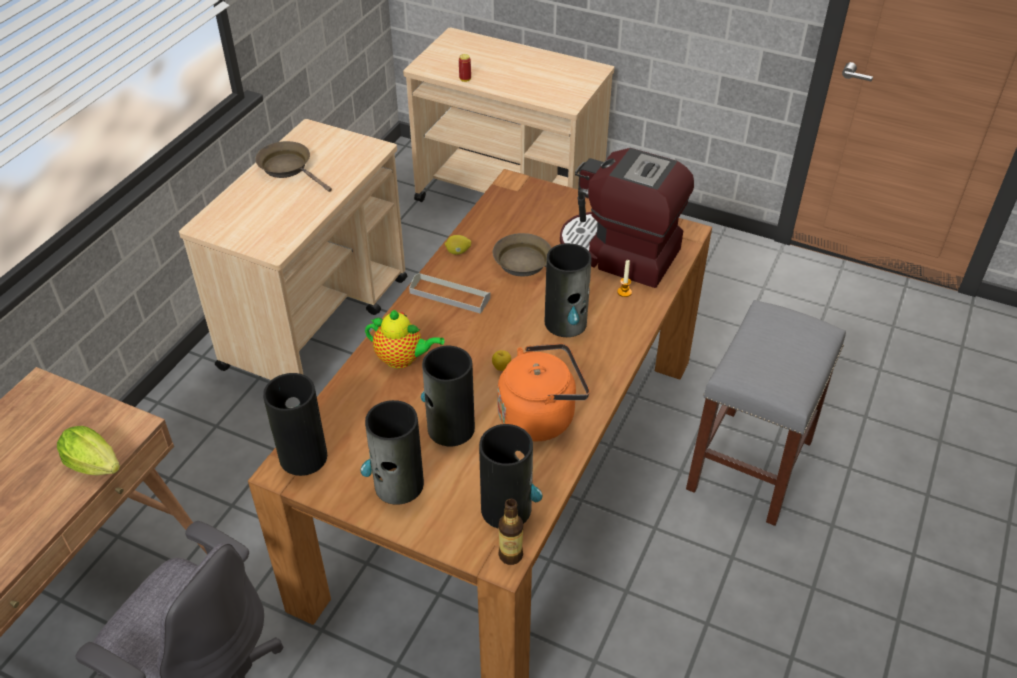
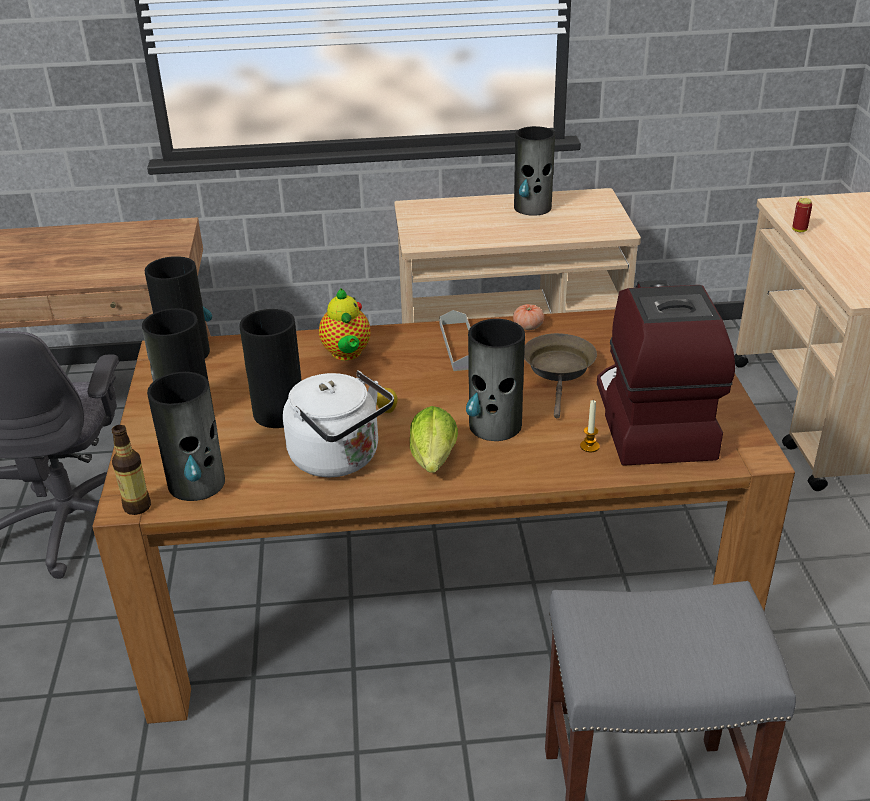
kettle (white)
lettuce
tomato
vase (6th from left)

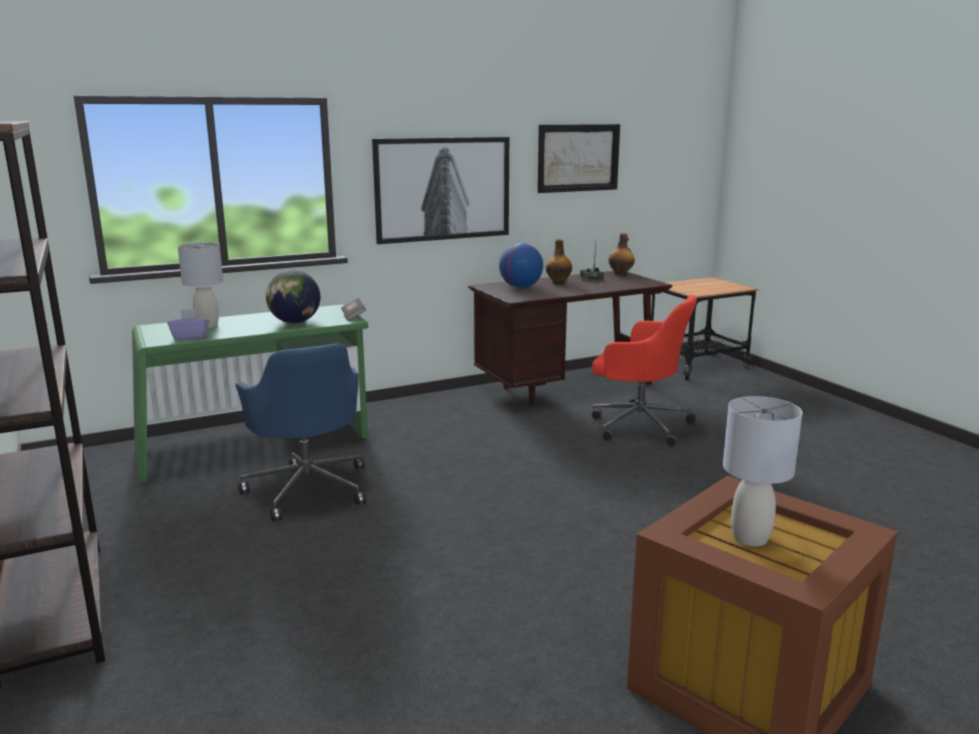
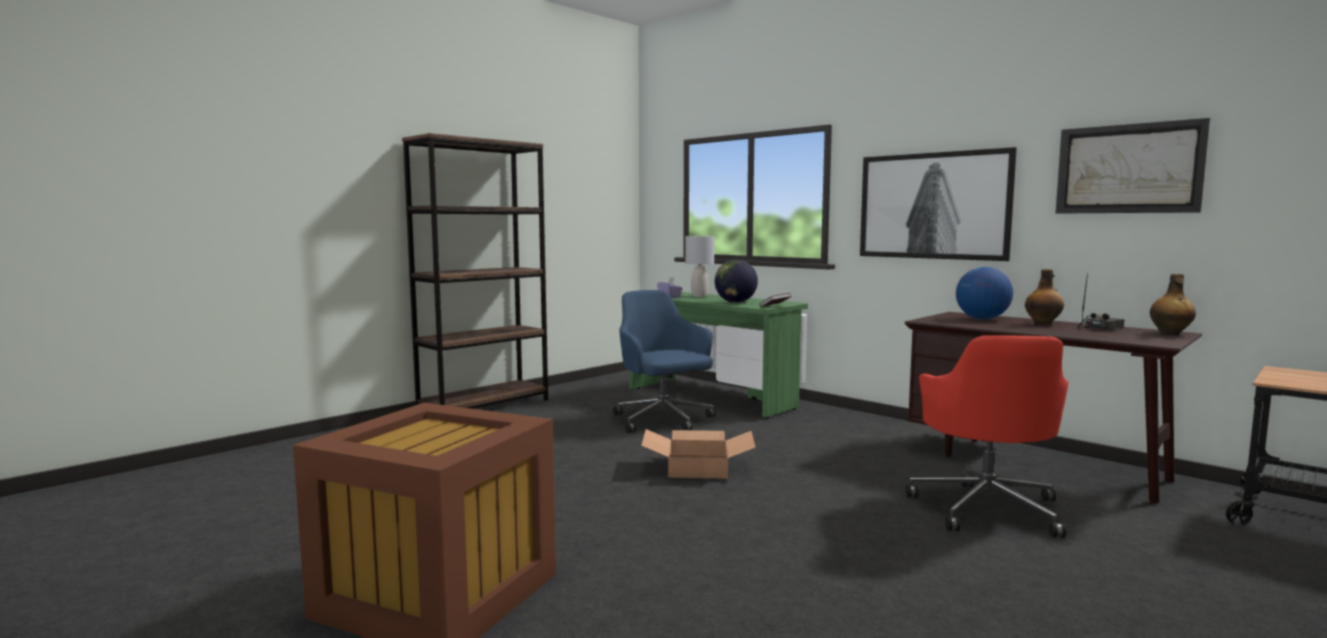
office chair (blue)
cardboard box
table lamp (grey) (2nd from left in the first image)

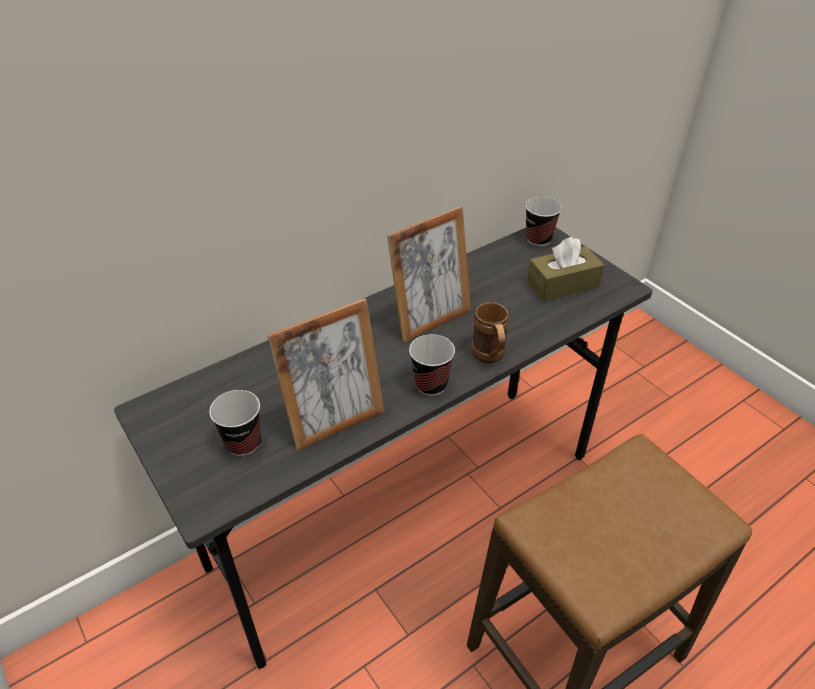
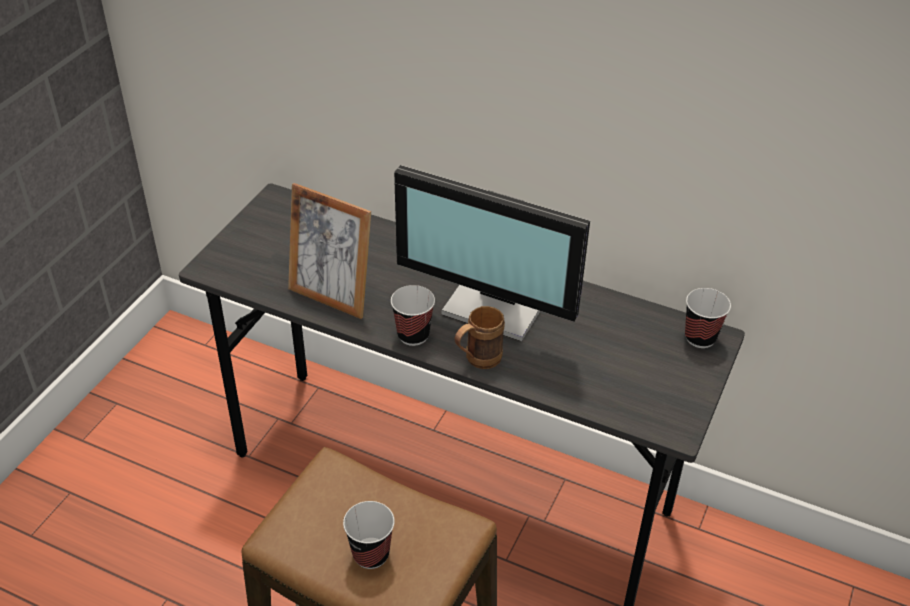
cup (1st from left)
monitor
tissue box (brown)

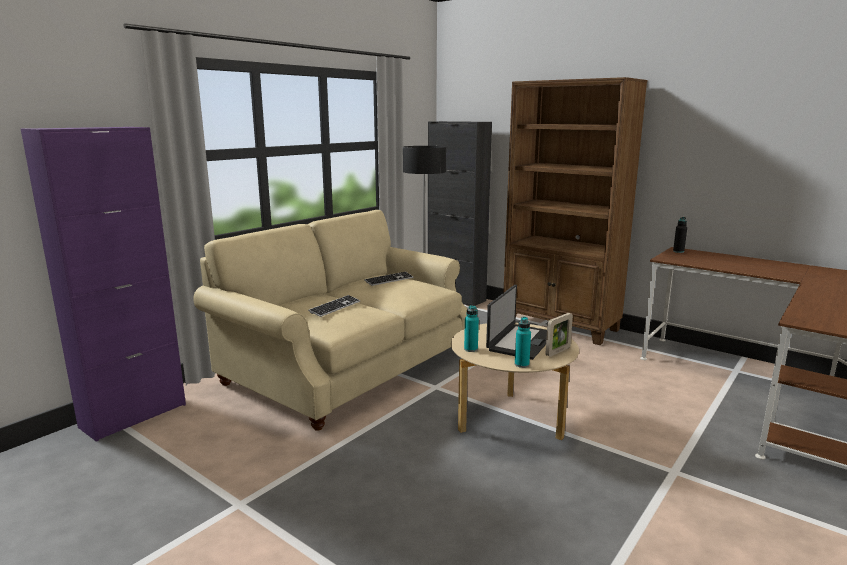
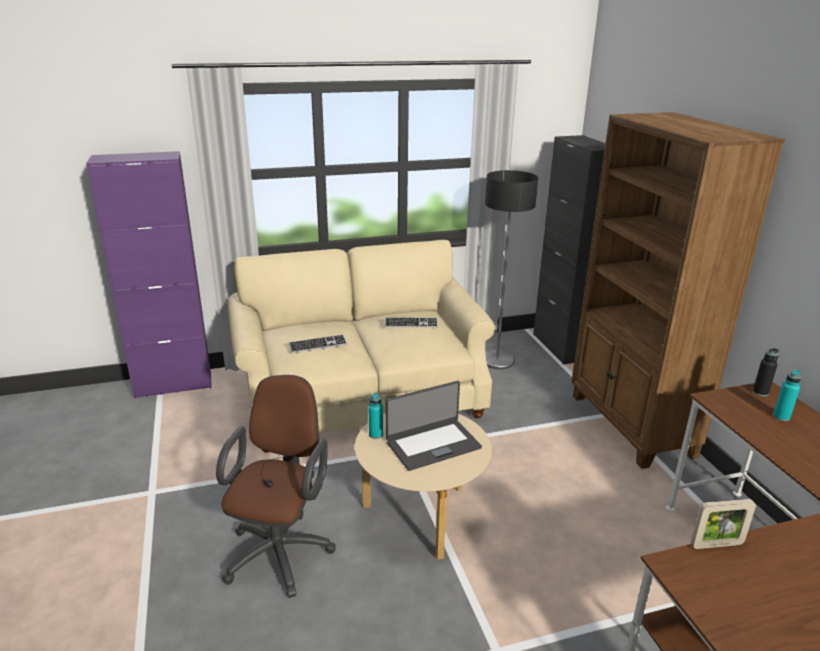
office chair (brown)
picture frame
bottle (turquoise) (2nd from left)

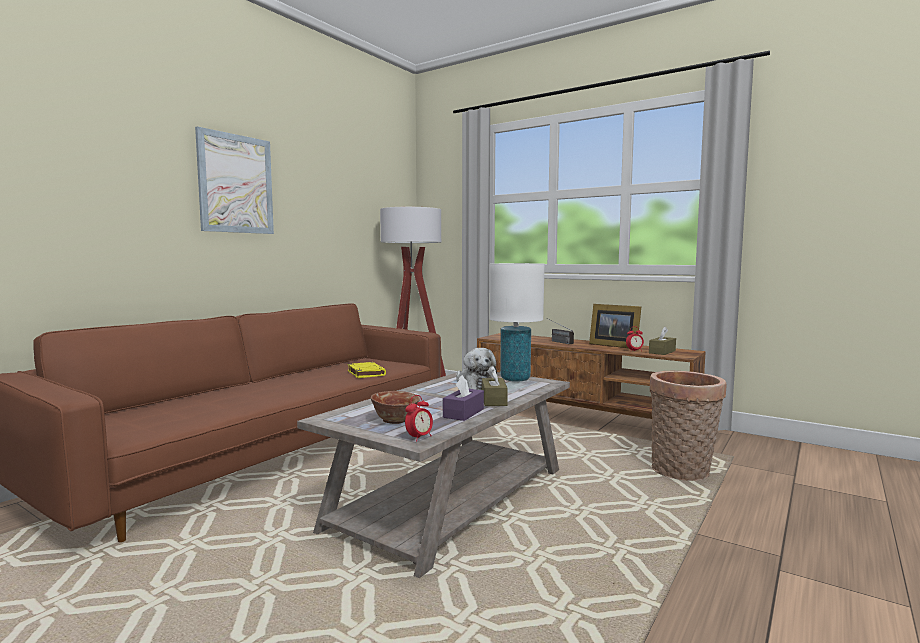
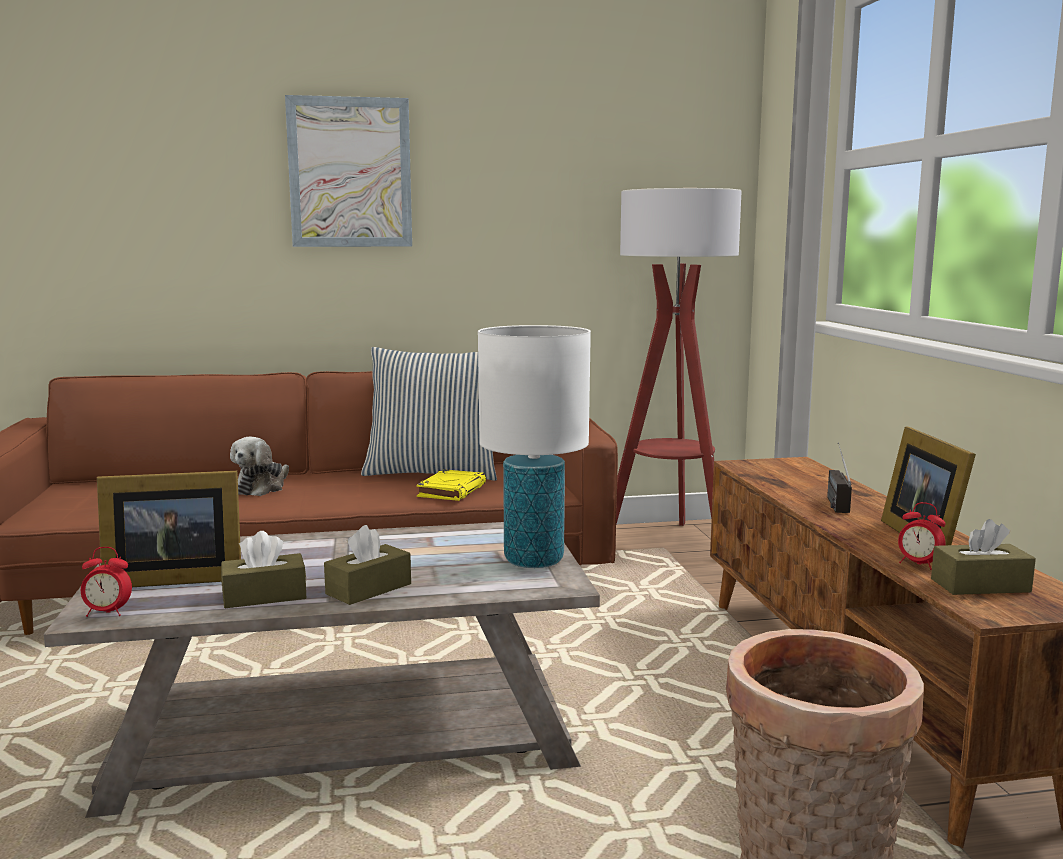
picture frame (1st from left)
tissue box (brown) (1st from left)
plush toy
pillow

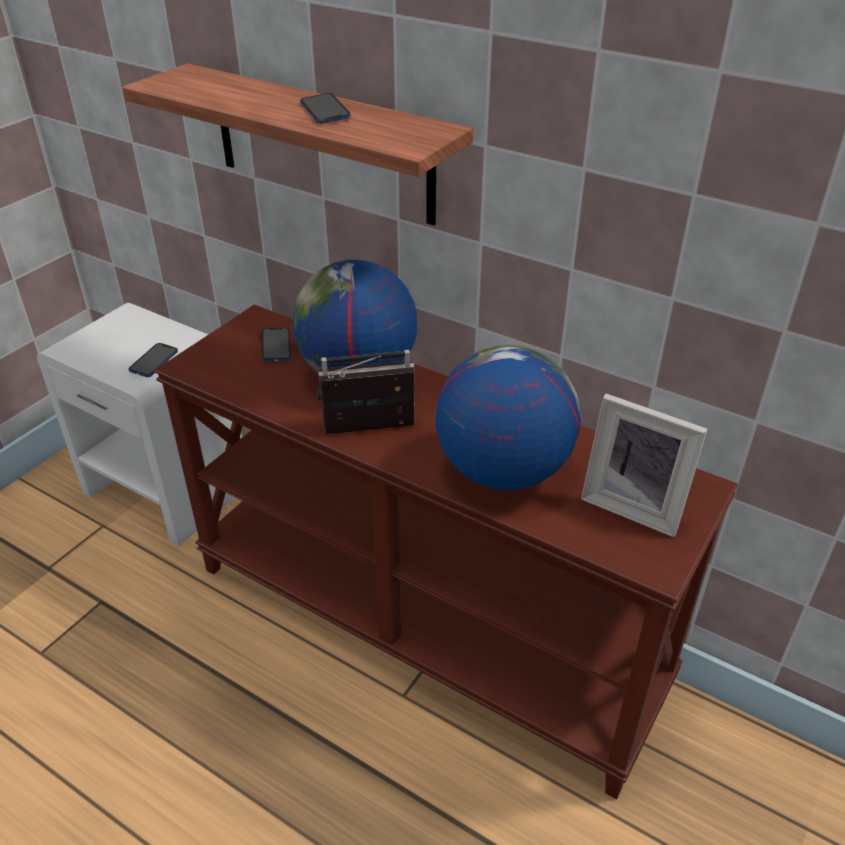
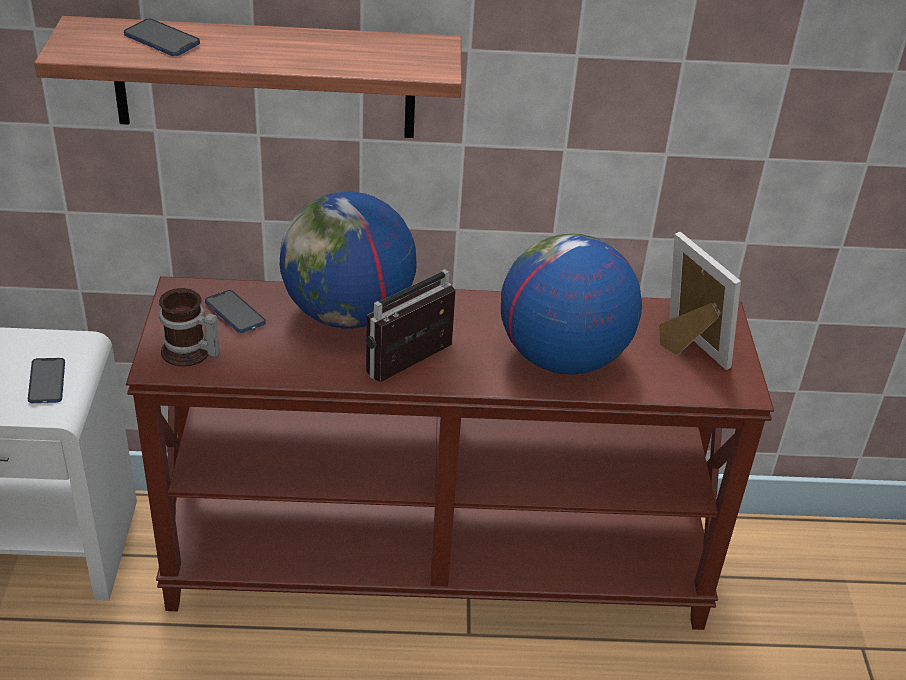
phone (2nd from left)
mug
picture frame

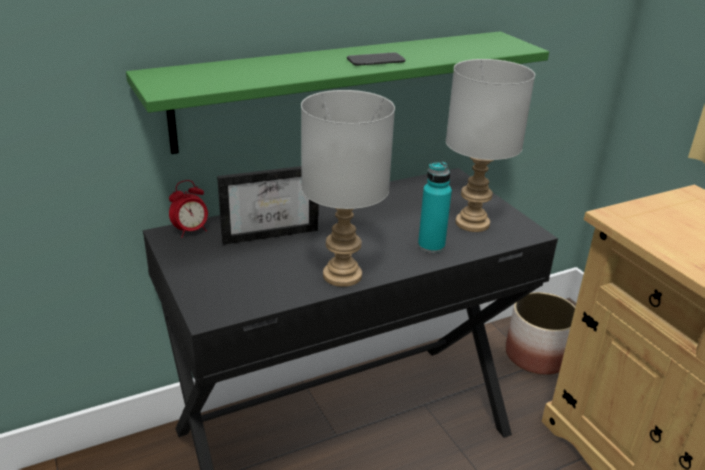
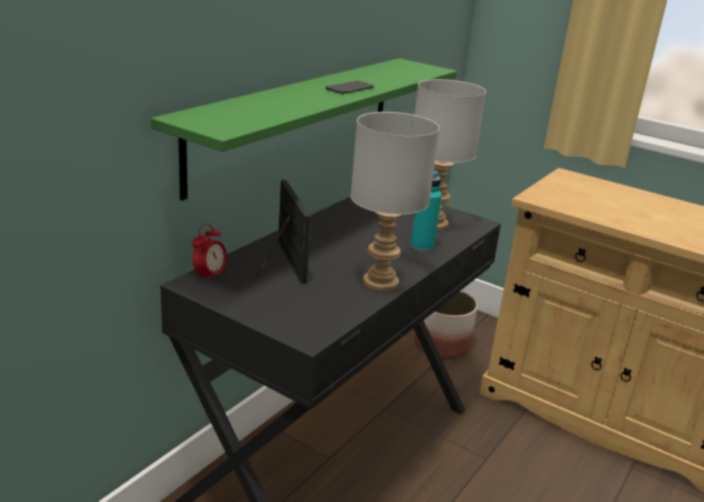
picture frame

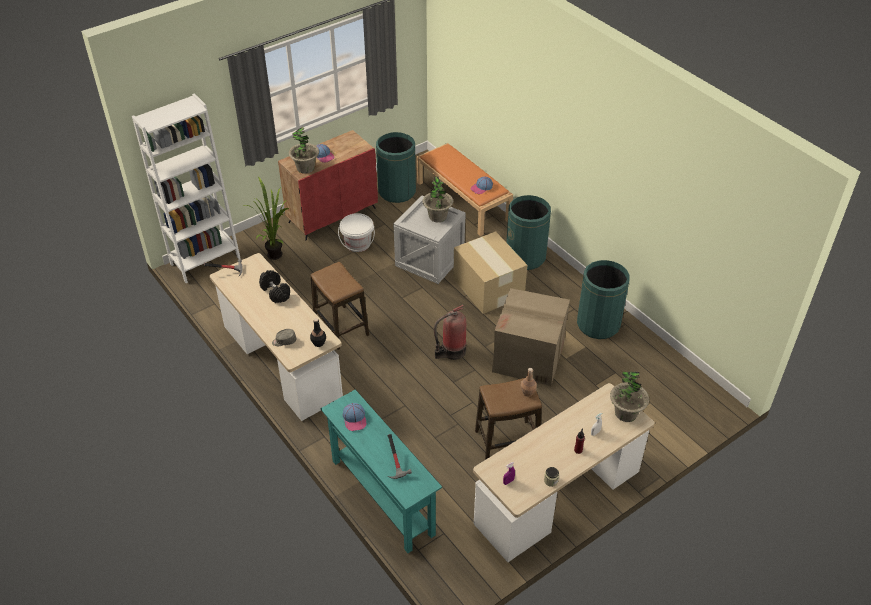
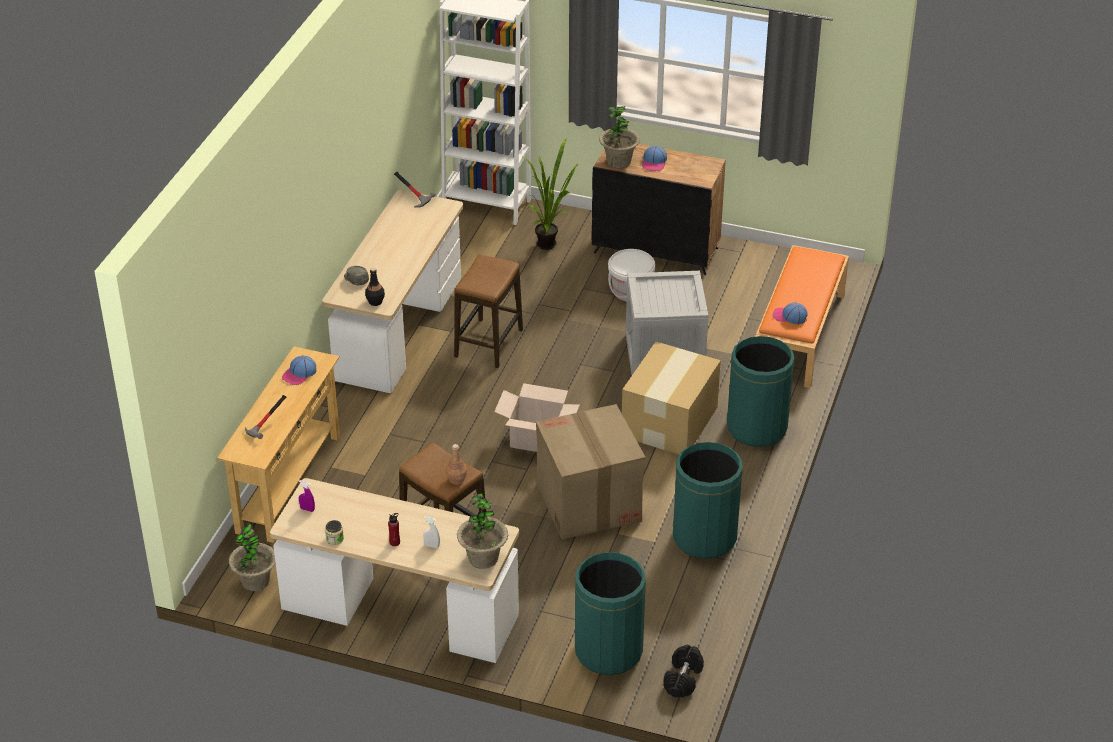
console table (beige)
potted plant (1st from left)
cardboard box (1st from left)
trash can (green) (1st from left)
cabinet (black)
dumbbell (black)

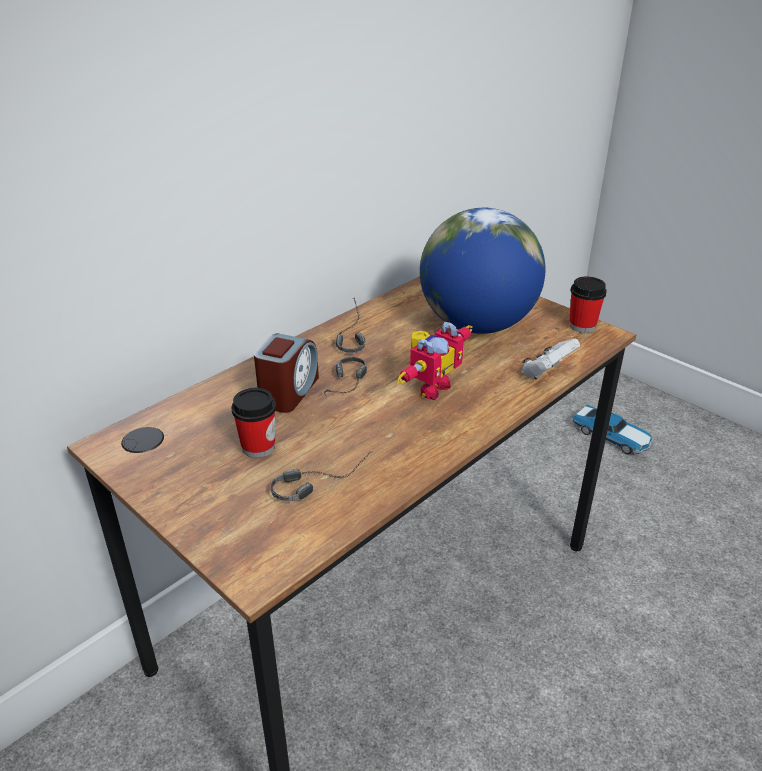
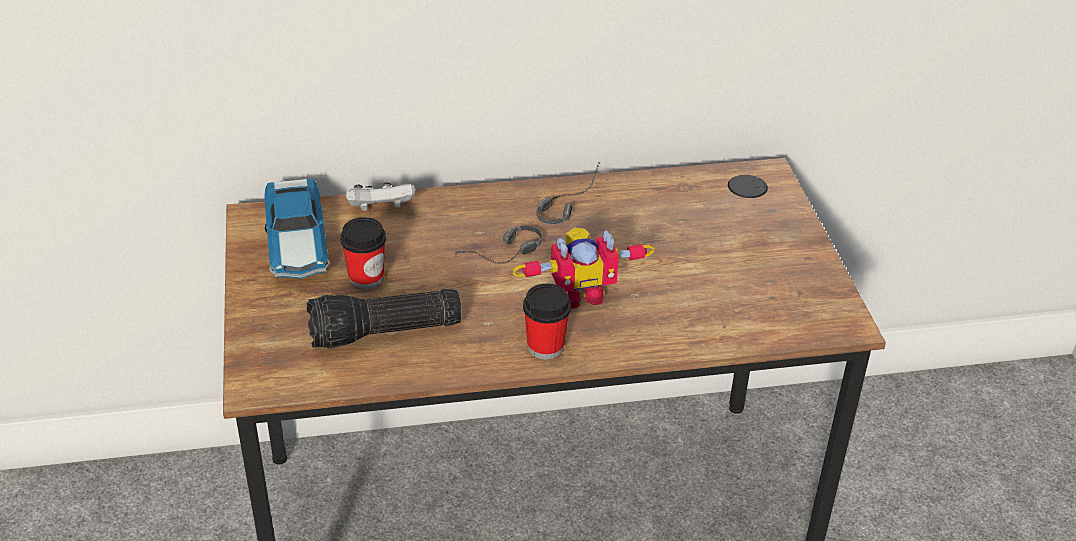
toy car
flashlight
game controller (white)
cup (2nd from left)
alarm clock
globe

